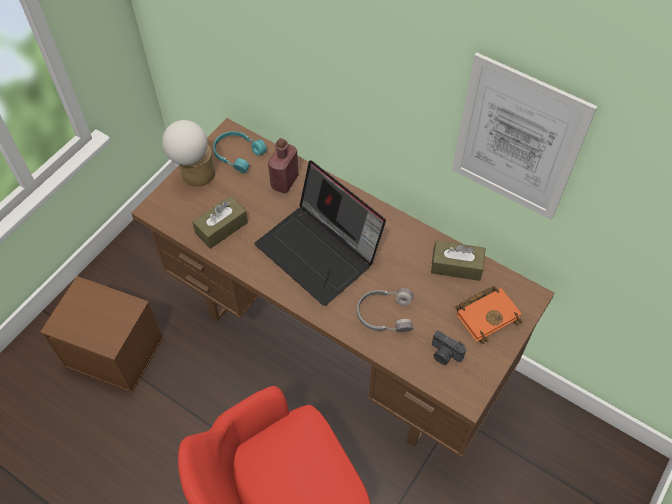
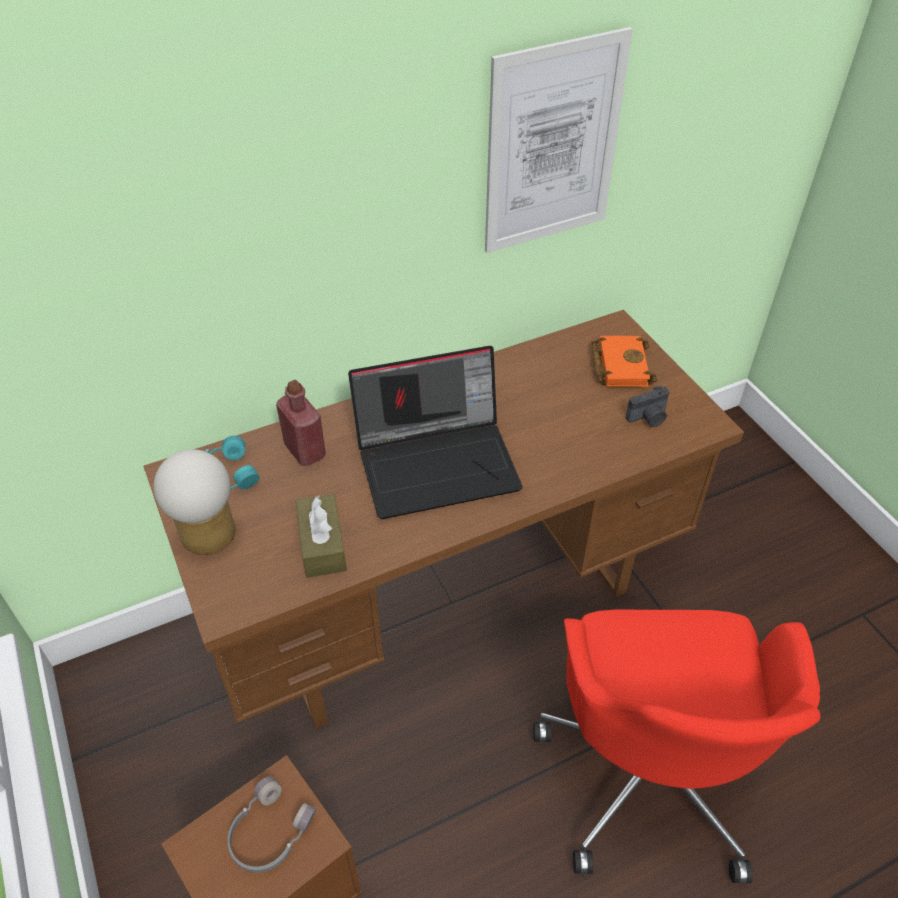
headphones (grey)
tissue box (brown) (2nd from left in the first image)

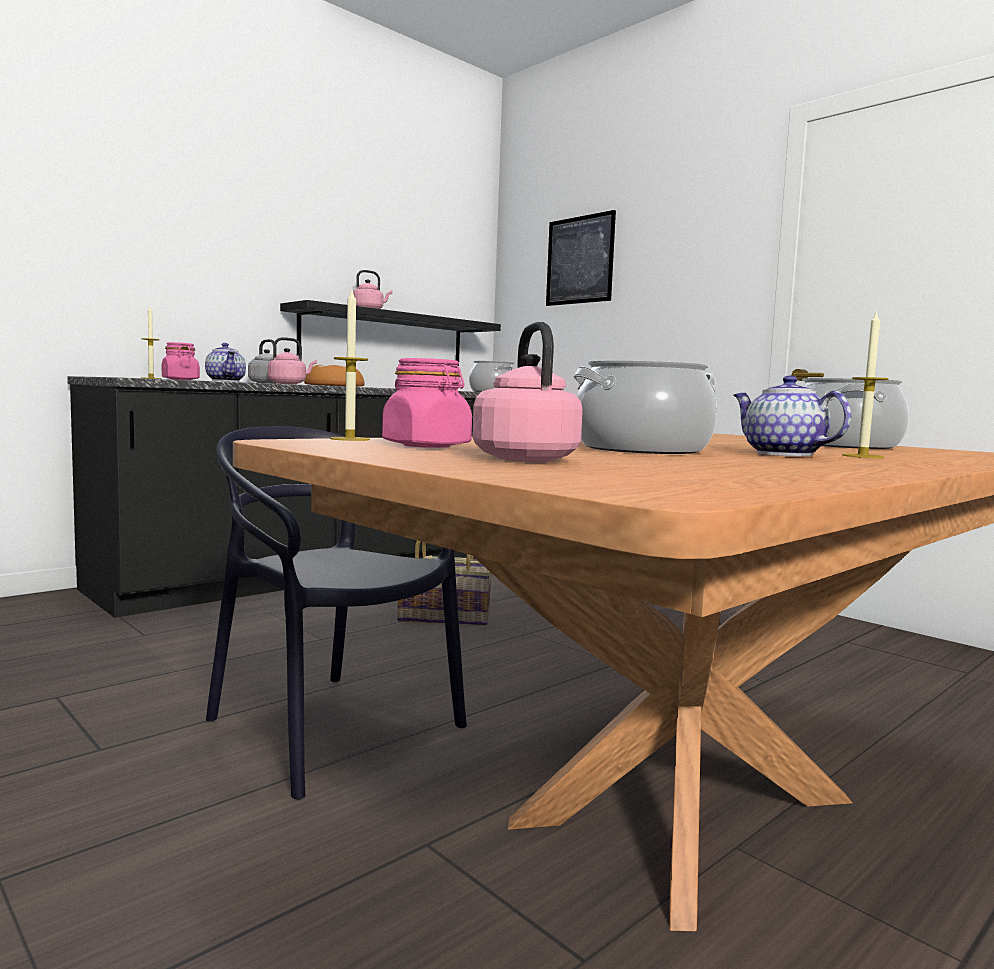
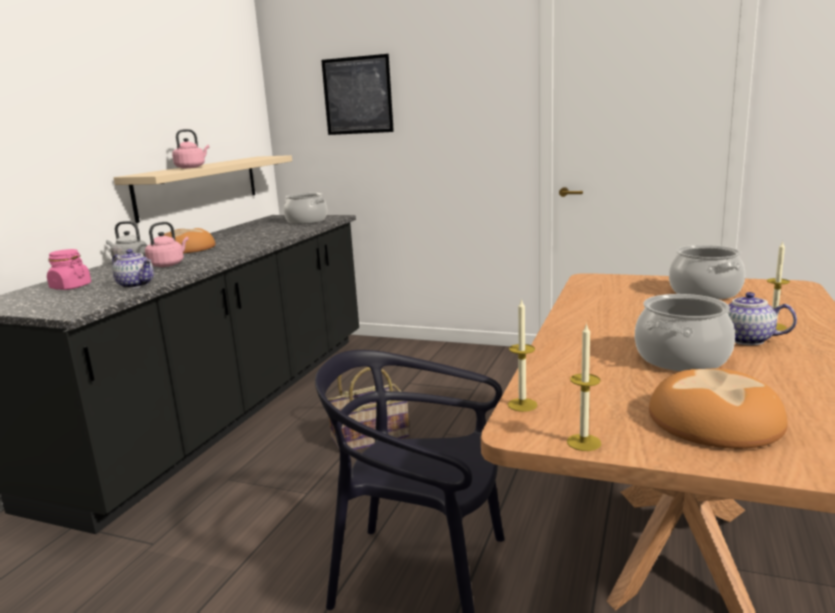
shelf (beige)
candle (2nd from left)
bread (2nd from left)
jar (pink) (2nd from left in the first image)

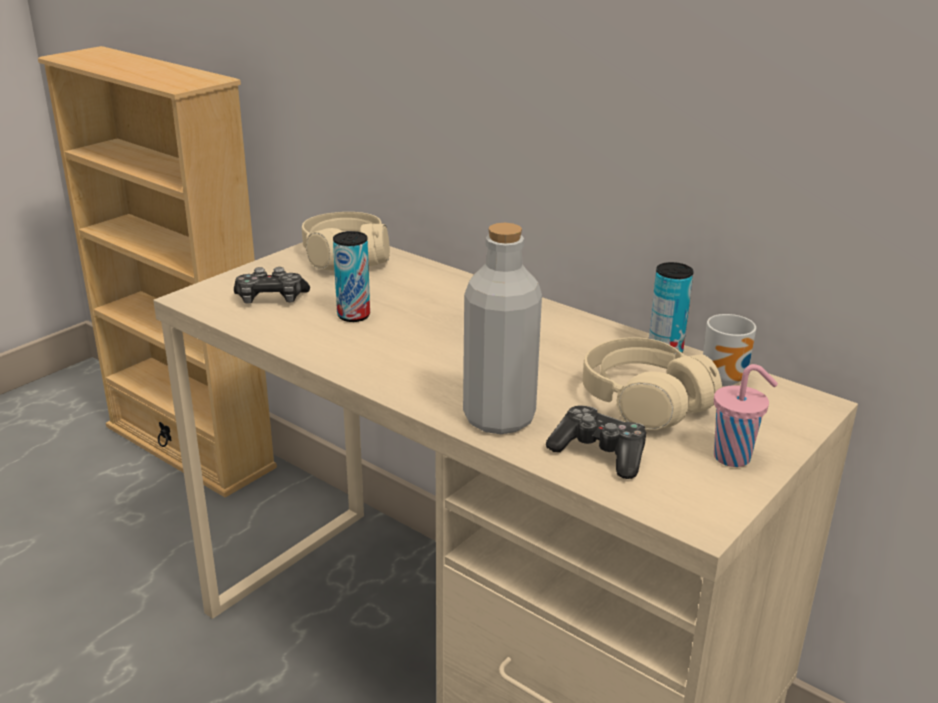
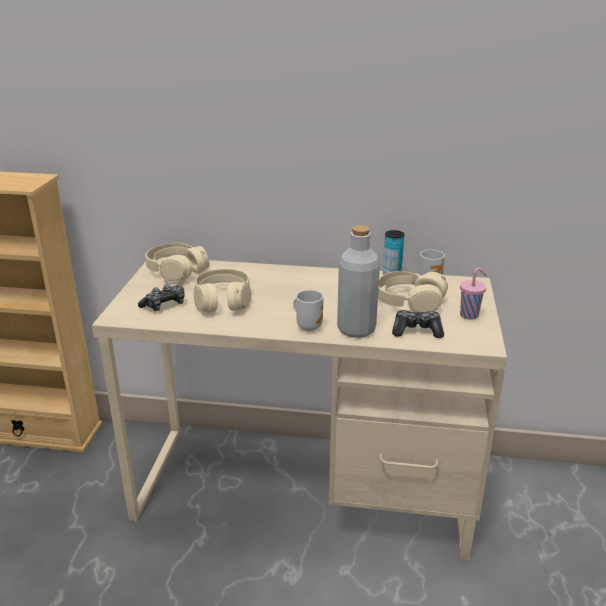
headphones (beige) (2nd from left)
mug (1st from left)

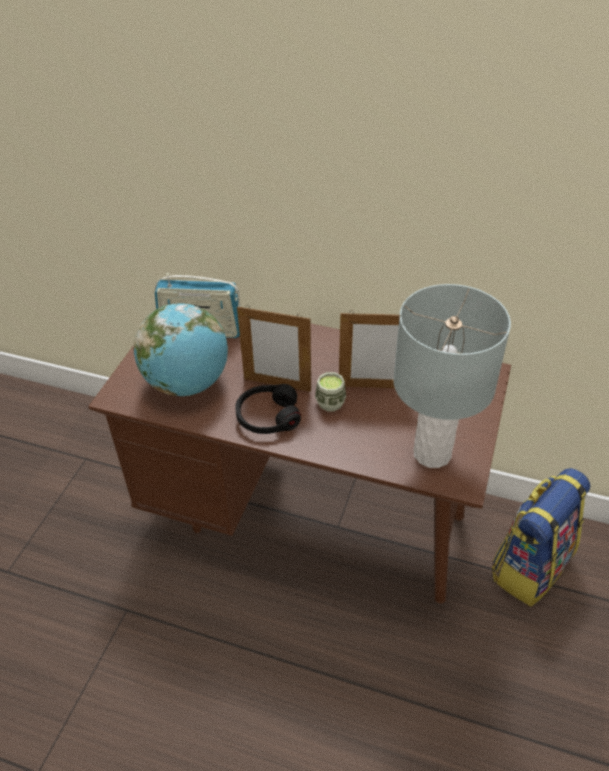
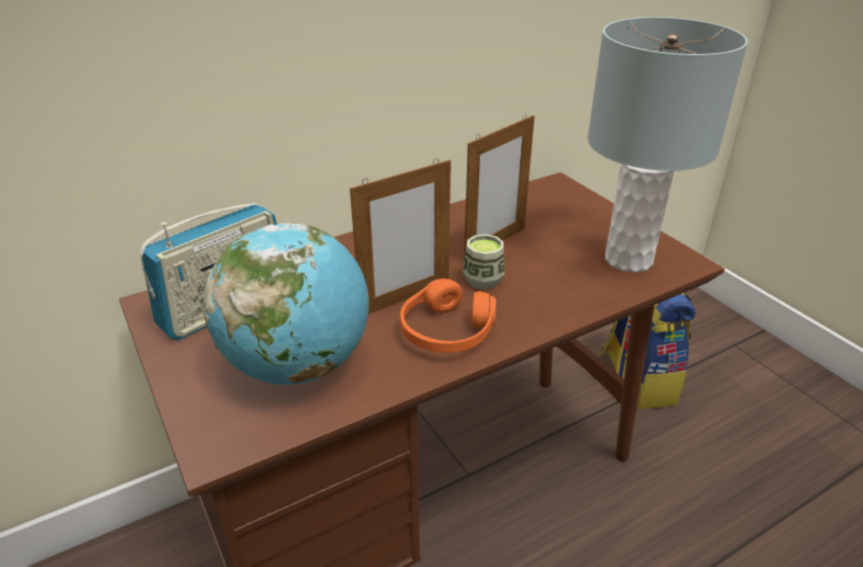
headphones (orange)

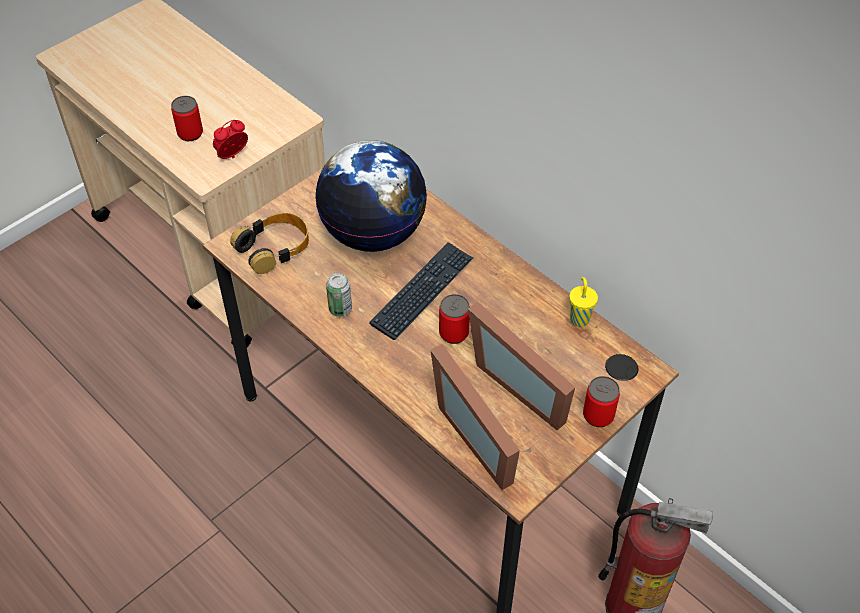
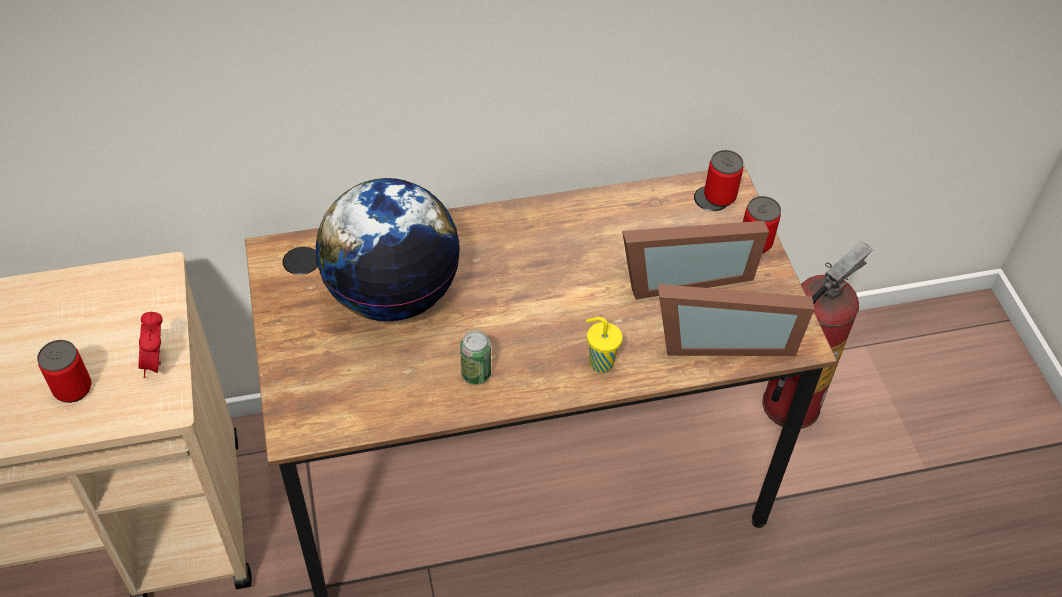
cup (yellow)
can (3rd from left)
headphones
keyboard

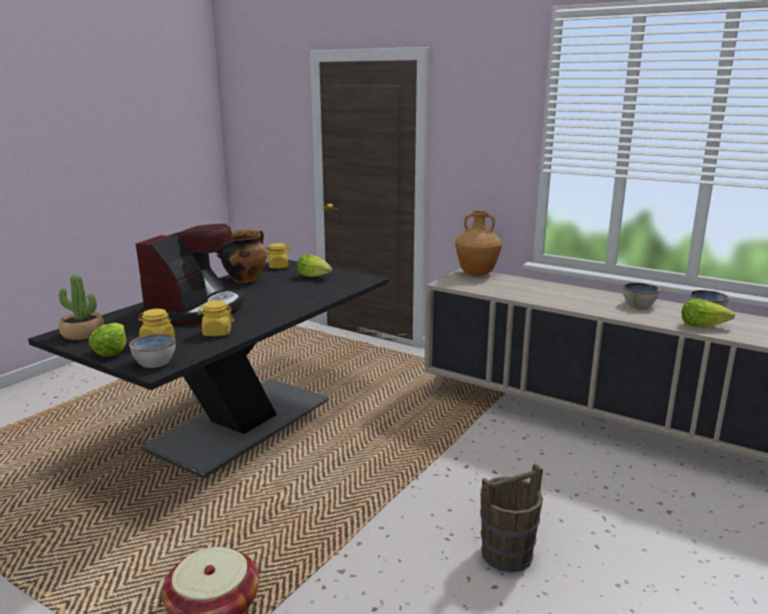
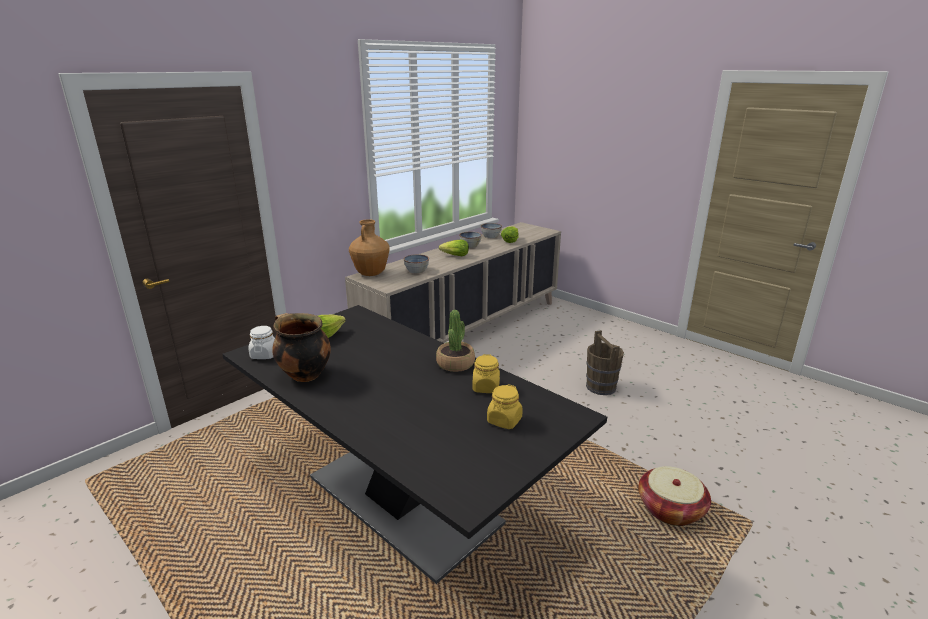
jar (white)
bowl (1st from left)
potted plant
lettuce (2nd from left)
coffee machine

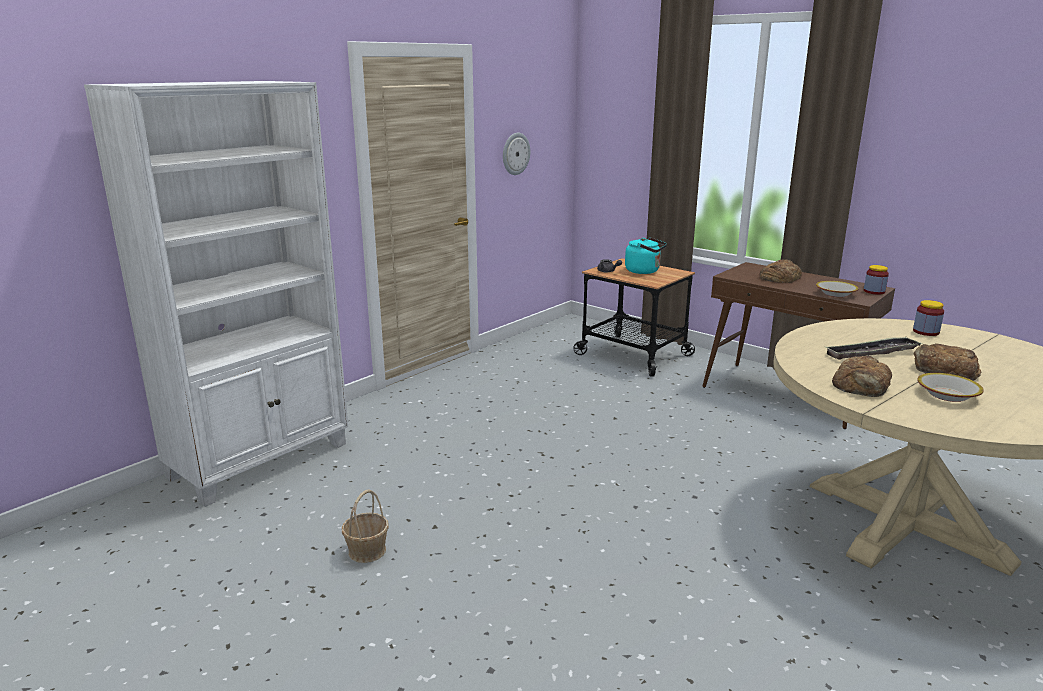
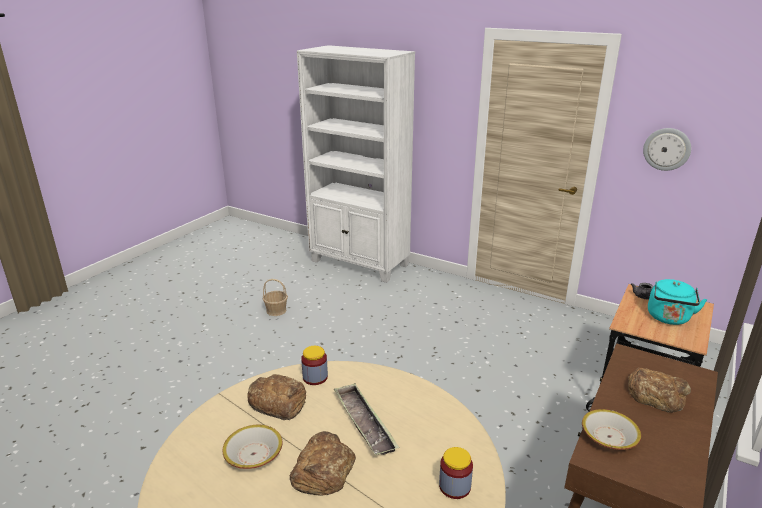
jar (1st from left)

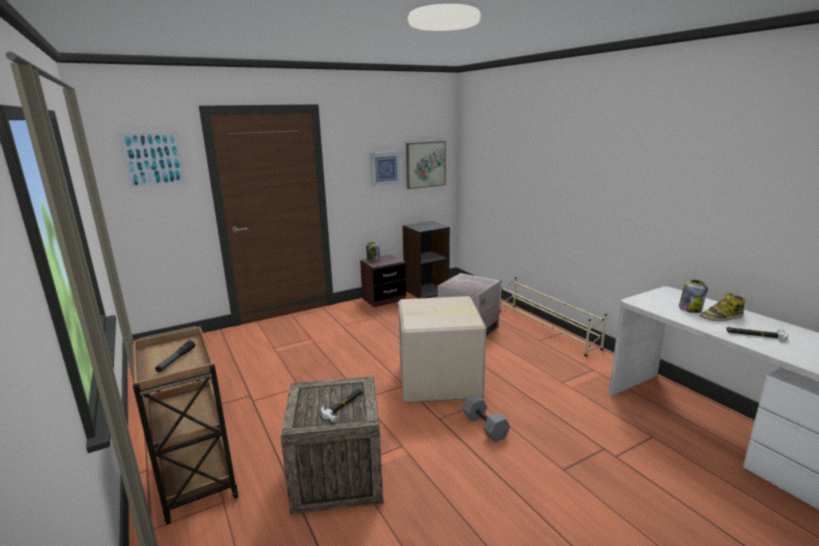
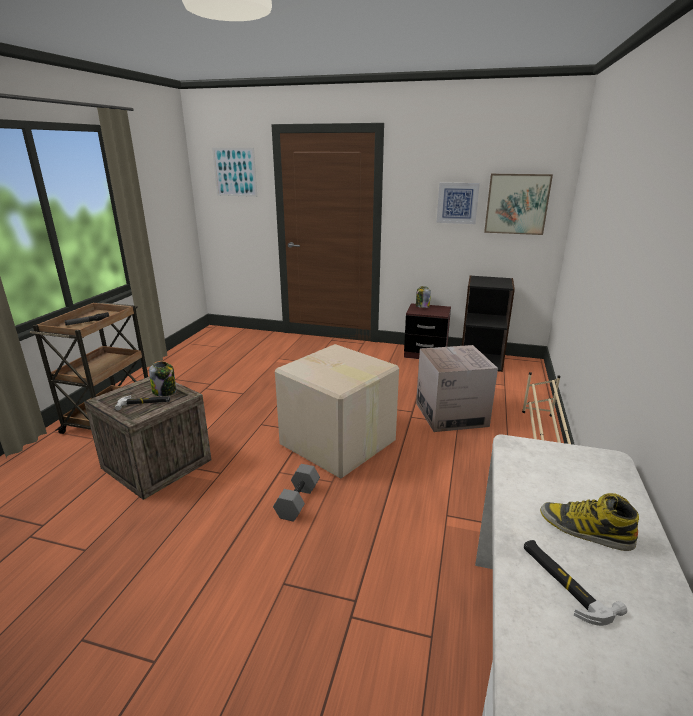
jar (1st from left)

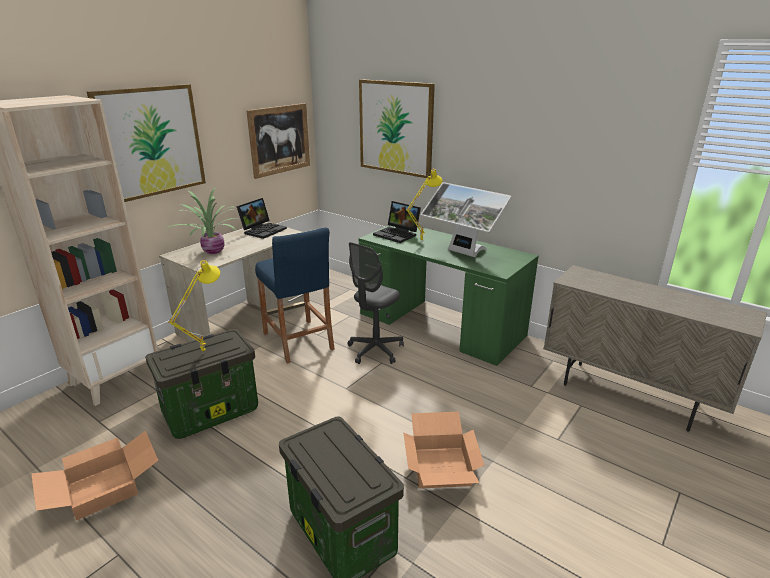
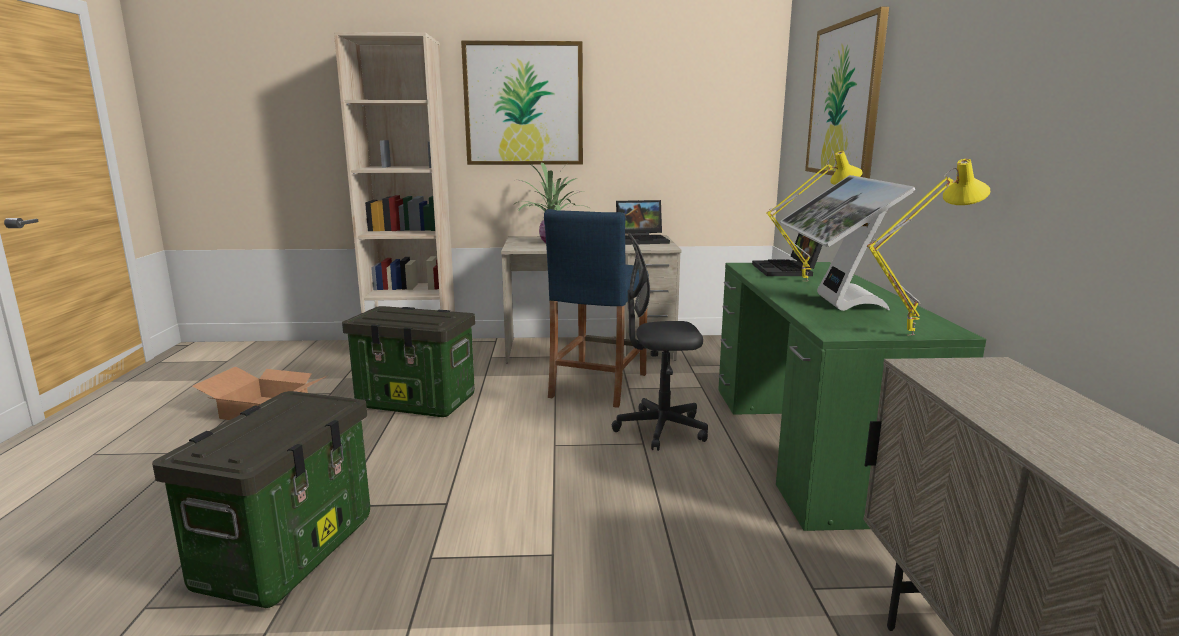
table lamp (yellow) (2nd from left)
picture (2nd from left in the first image)
cardboard box (2nd from left in the first image)

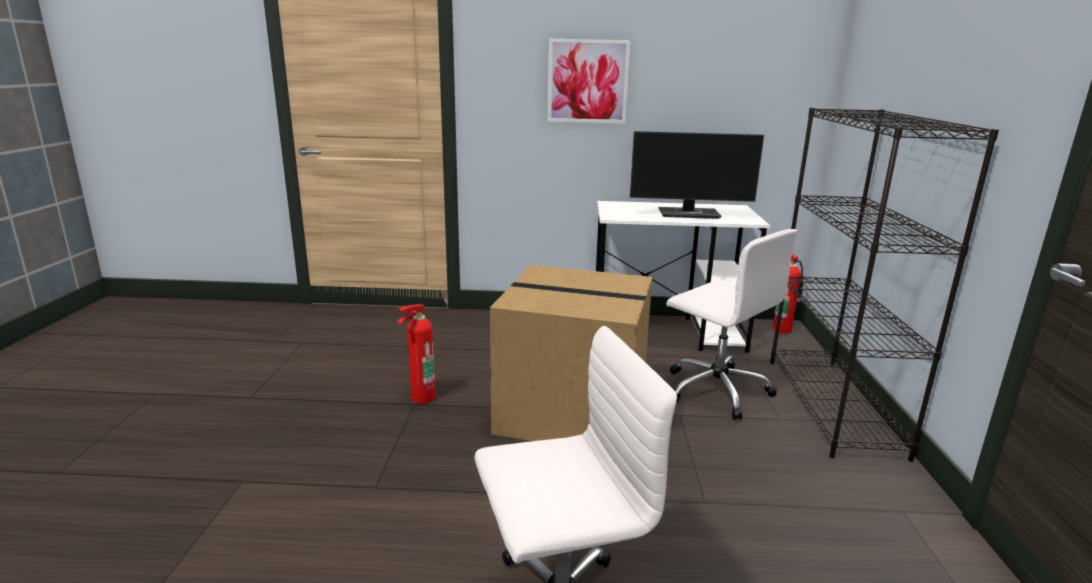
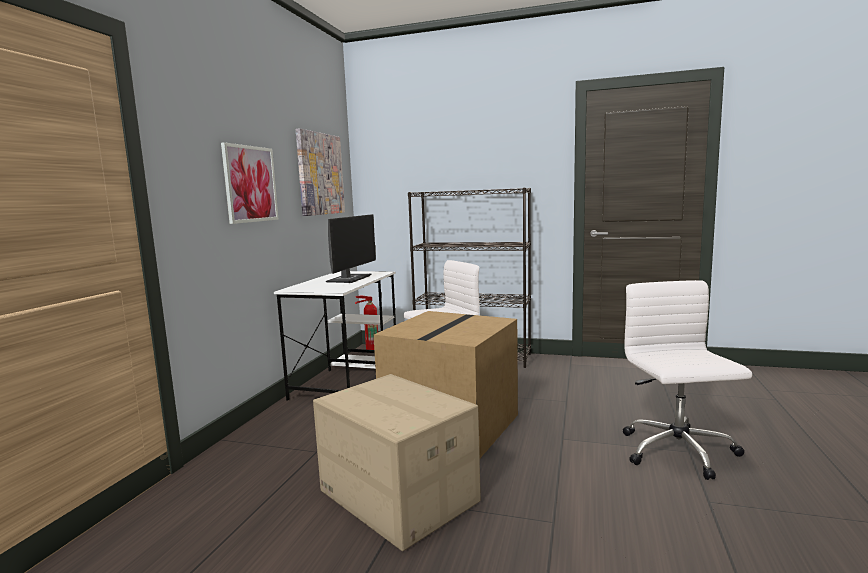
picture (2nd from left)
cardboard box (1st from left)

